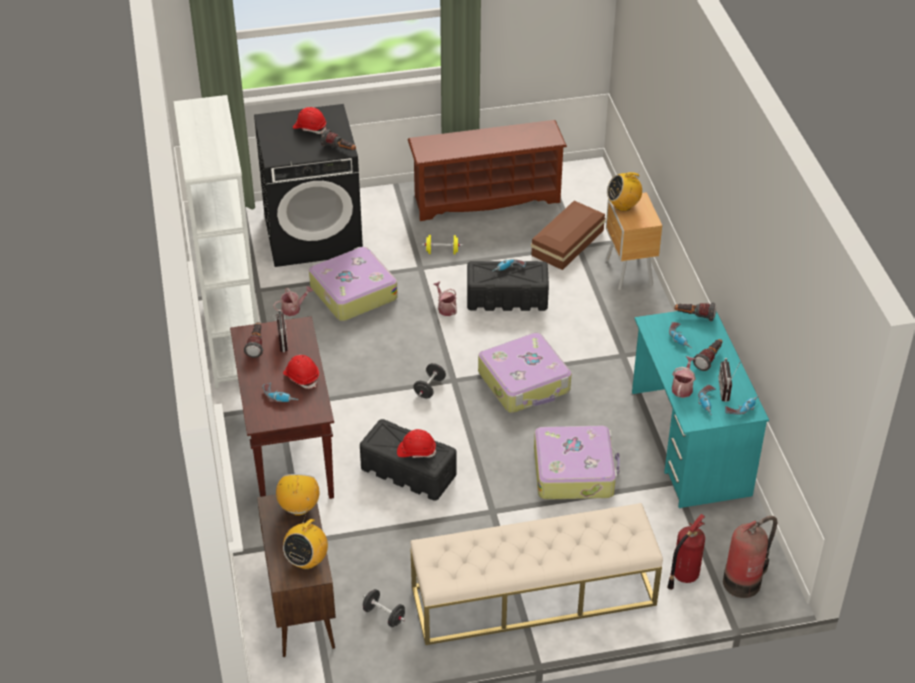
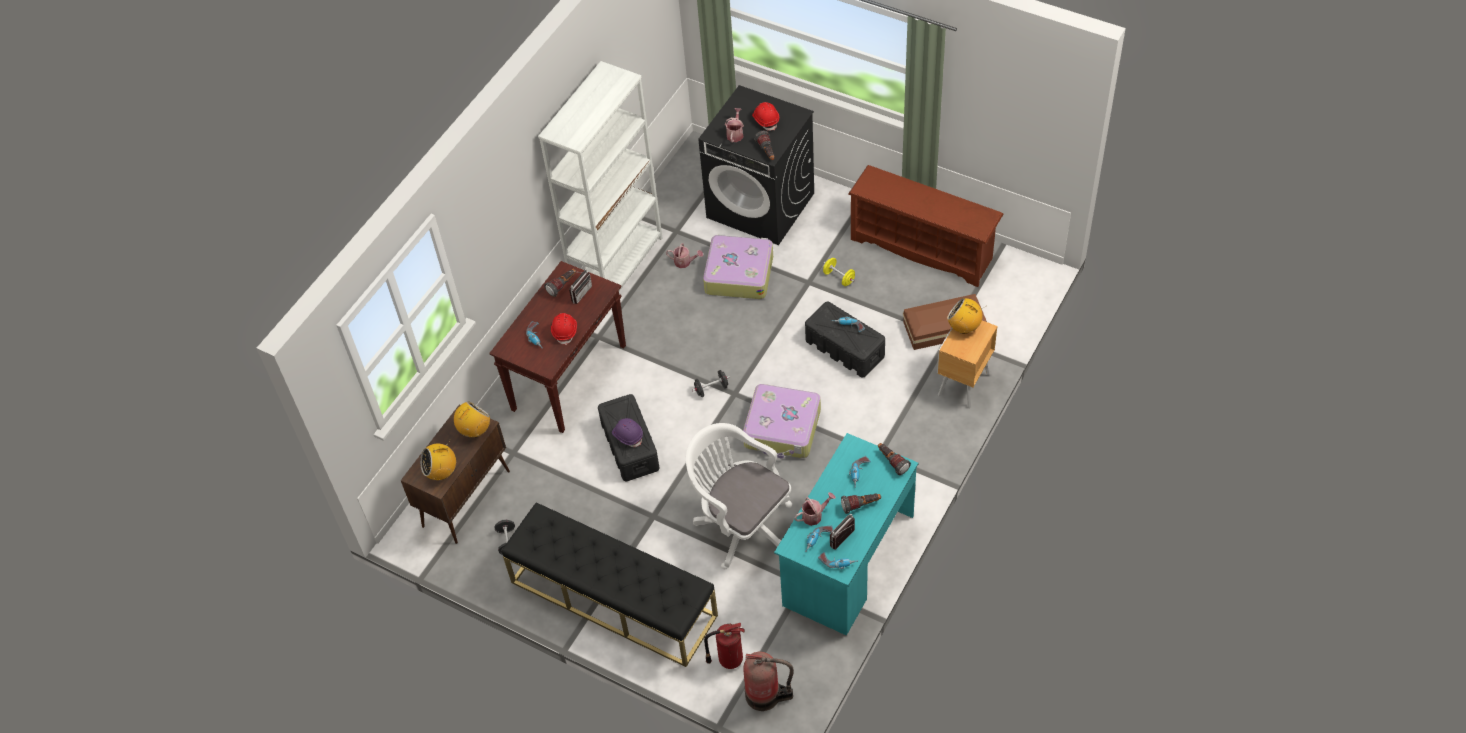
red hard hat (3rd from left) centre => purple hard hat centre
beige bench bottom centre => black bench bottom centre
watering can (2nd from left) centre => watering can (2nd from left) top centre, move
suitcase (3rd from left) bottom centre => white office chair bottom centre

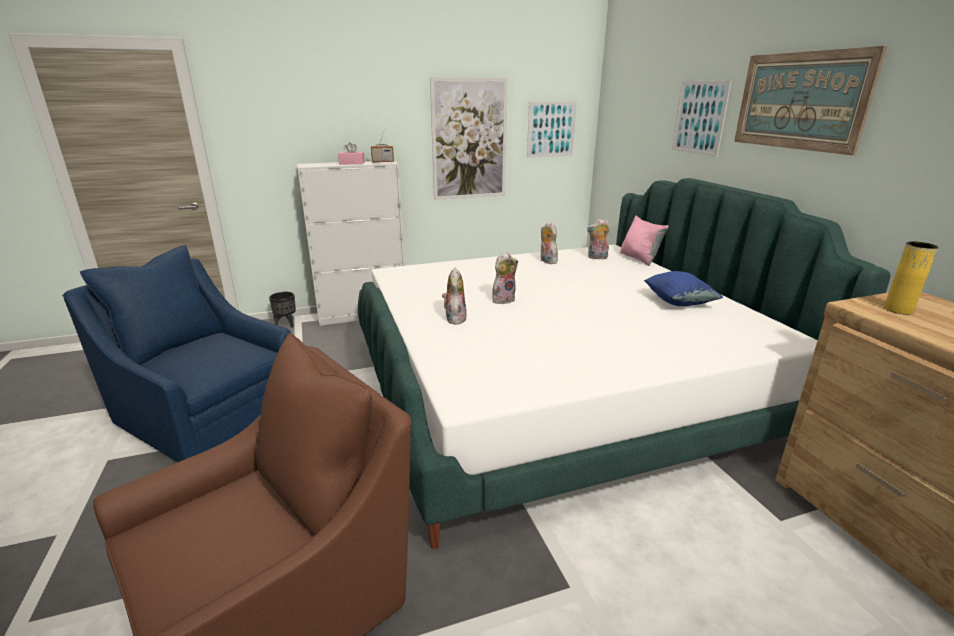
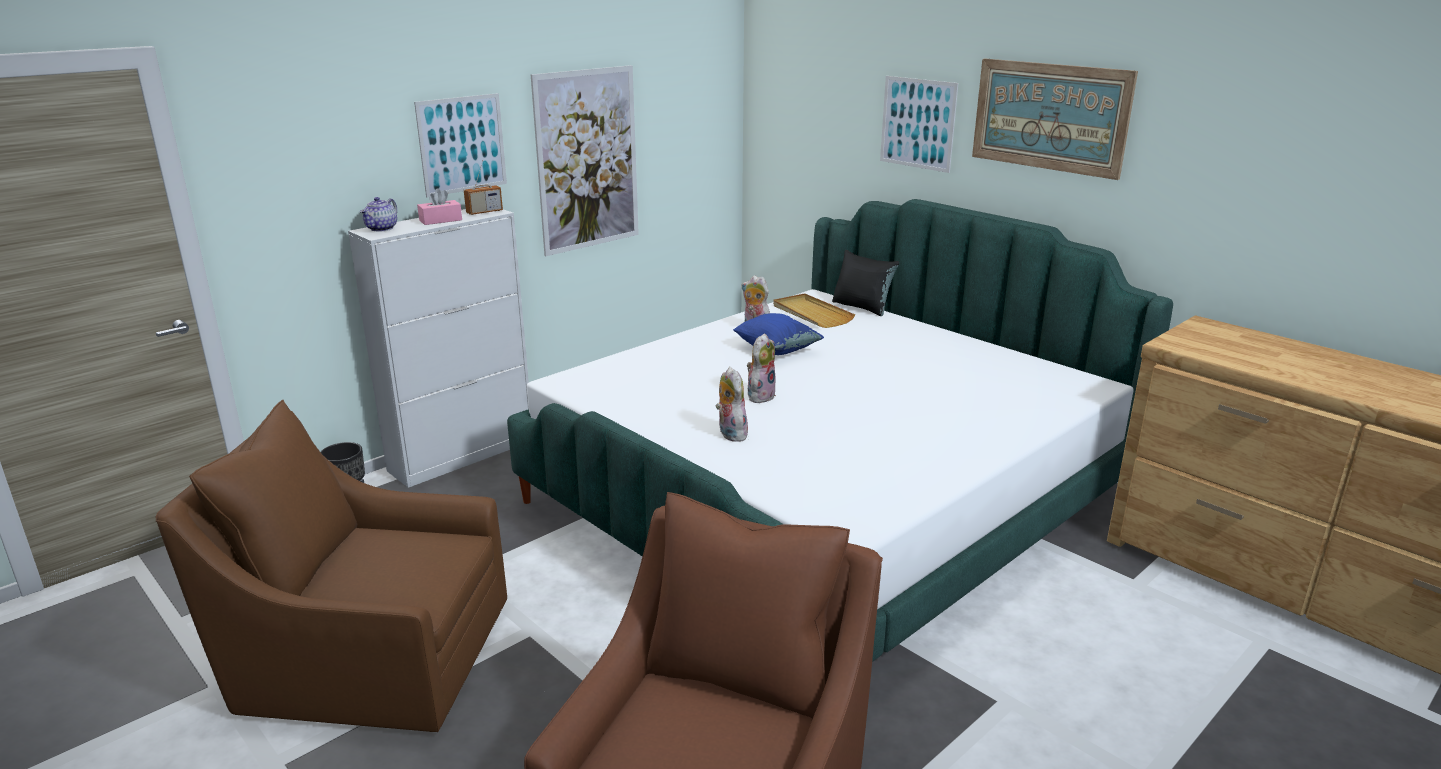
blue armchair middle left => brown armchair (1st from left) bottom left
picture (2nd from left in the first image) top centre => picture (1st from left) top left, move
plush toy (4th from left) centre => beige tray centre
pink pillow middle right => black pillow centre
blue pillow middle right => blue pillow centre, move
yellow vase middle right => nothing
nothing => teapot top left

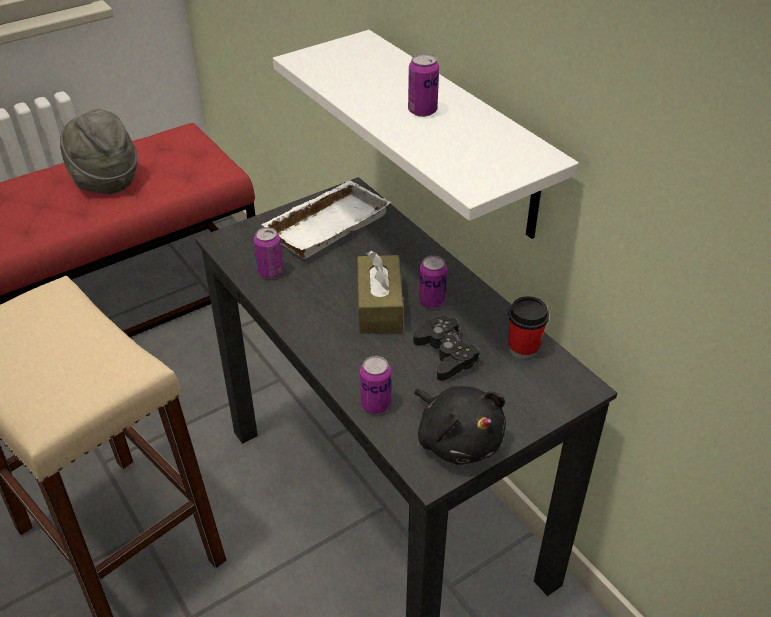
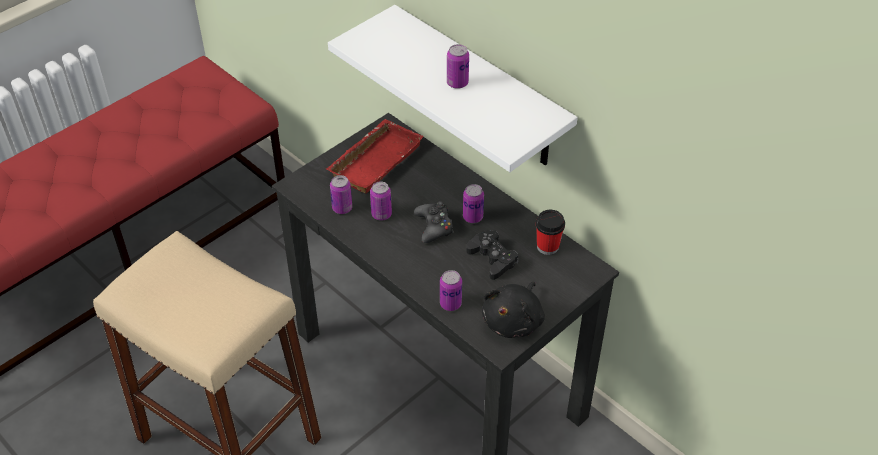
grey hat top left => nothing
white tray centre => red tray centre
brown tissue box centre => black game controller (1st from left) centre
black plush toy bottom centre, 75 degrees clockwise
nothing => can (2nd from left) centre

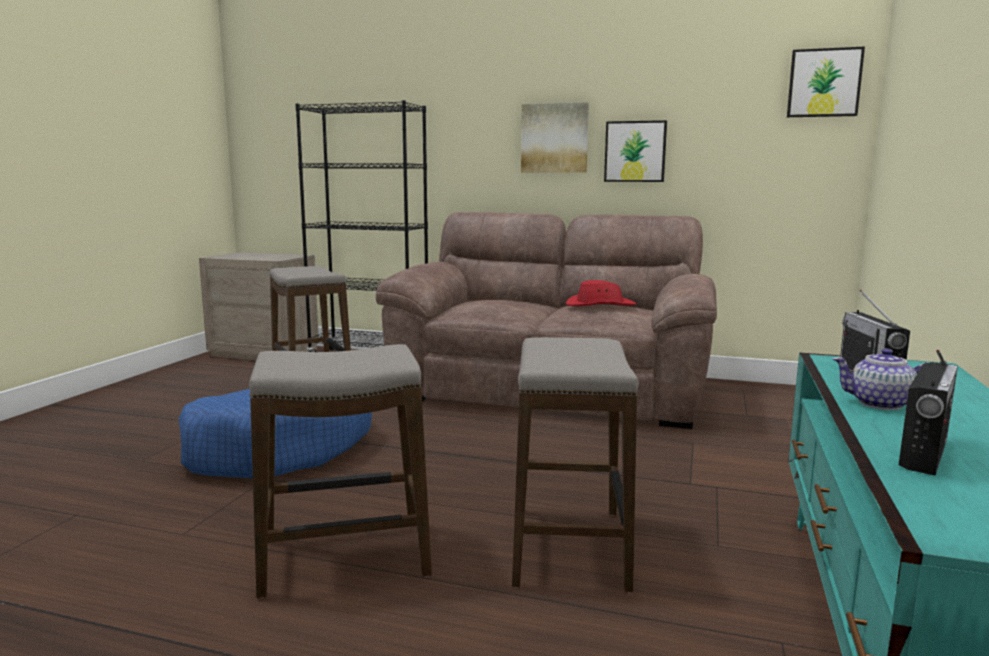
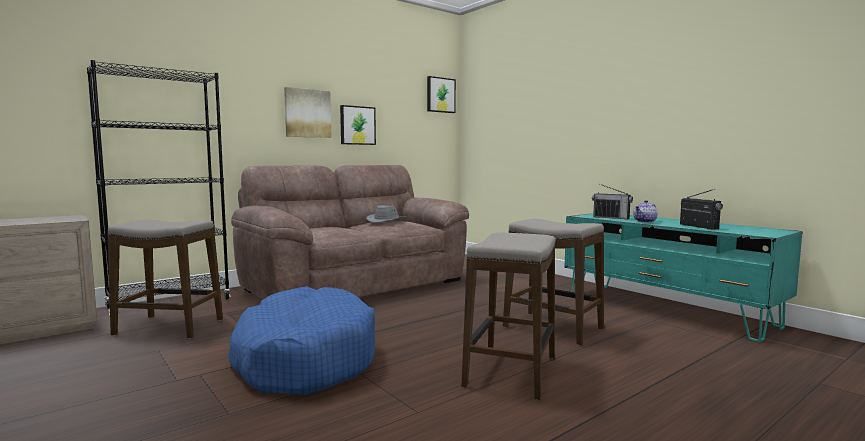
red hat centre => grey hat centre

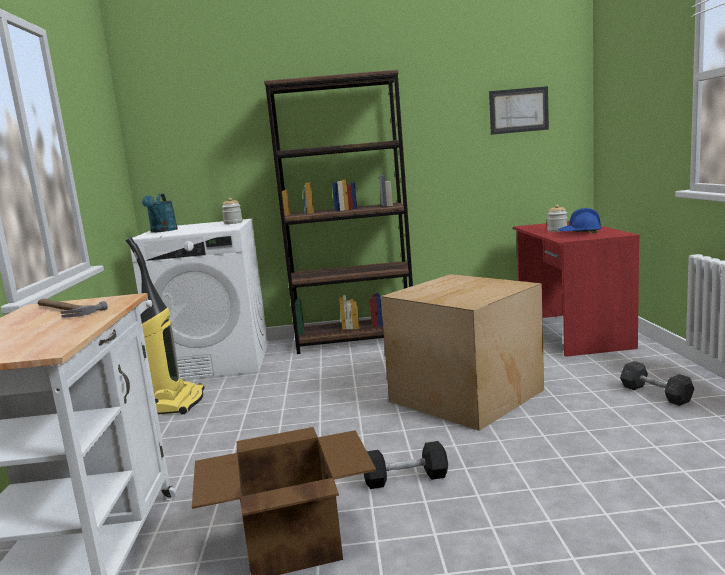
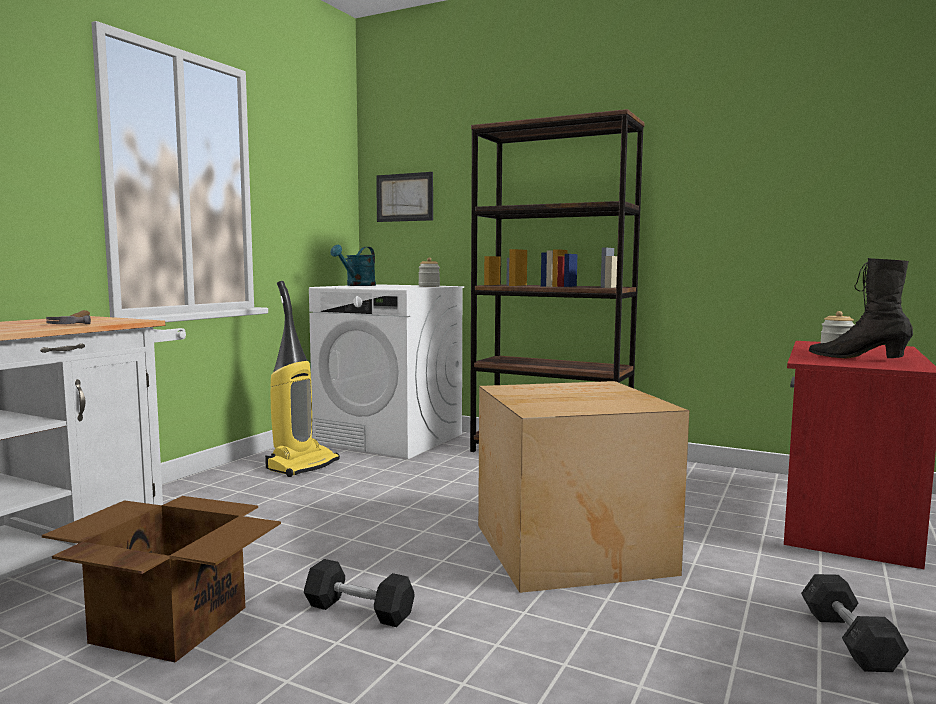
picture top right => picture top centre, move
blue hard hat middle right => black boot middle right

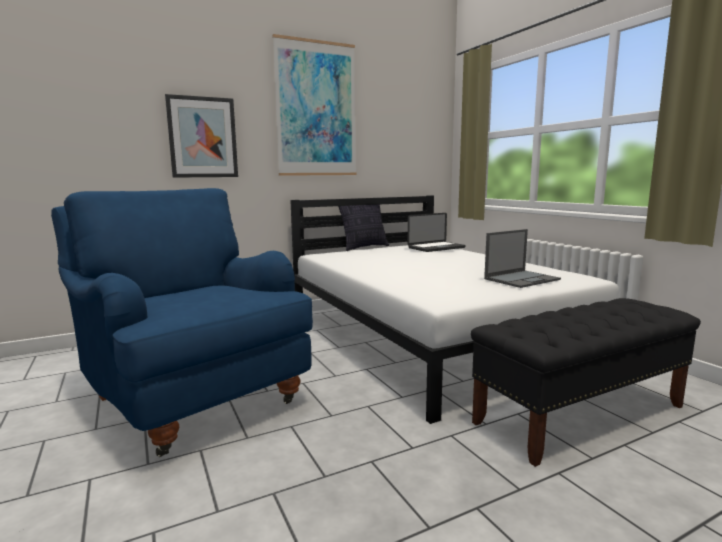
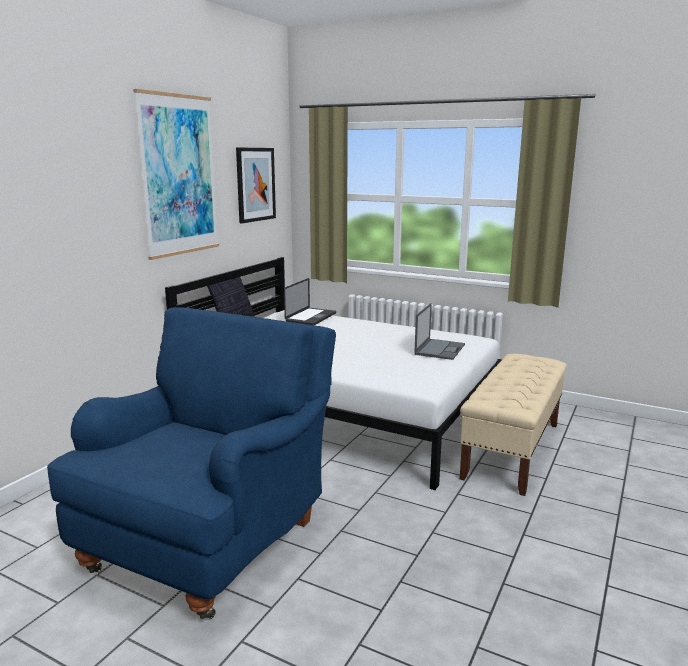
blue armchair middle left => blue armchair bottom left, 105 degrees clockwise
picture (1st from left in the first image) top left => picture (2nd from left) top centre, move
black bench bottom right => beige bench middle right

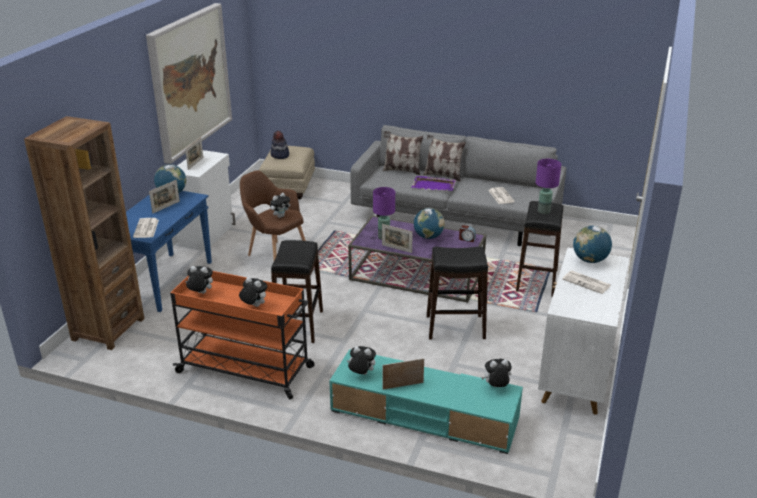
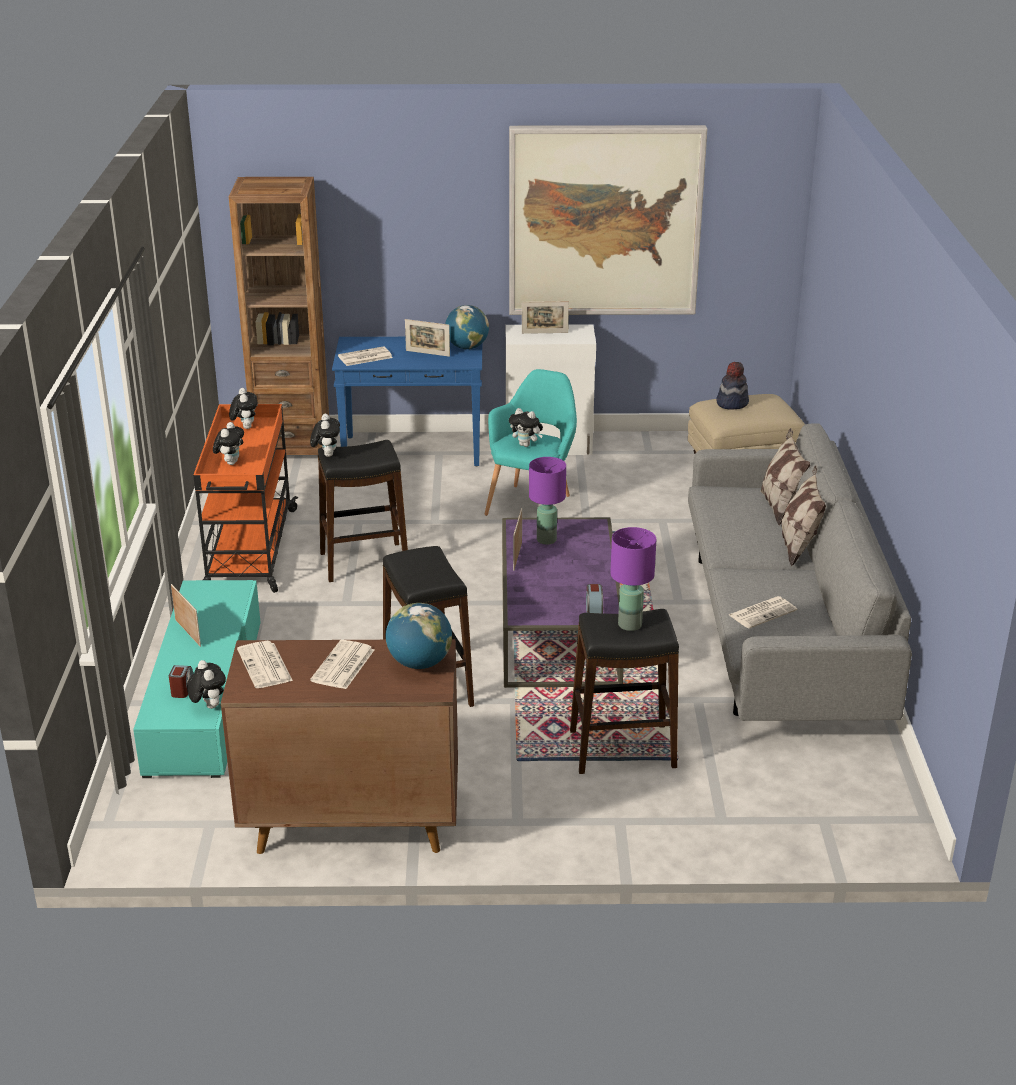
brown armchair centre => turquoise armchair centre
plush toy (4th from left) bottom centre => plush toy (4th from left) middle left, move
purple tray centre => nothing
globe (2nd from left) centre => nothing
white cabinet (2nd from left) middle right => brown cabinet bottom centre
nothing => alarm clock (1st from left) middle left
nothing => newspaper (1st from left) middle left

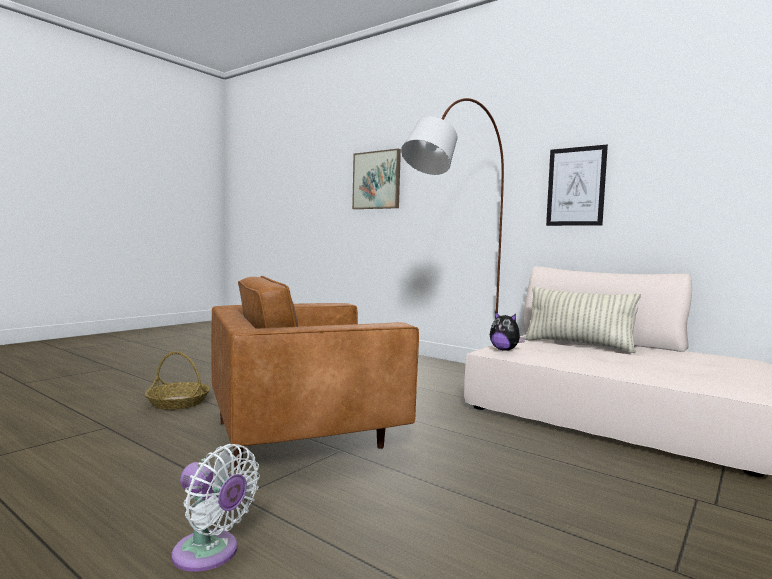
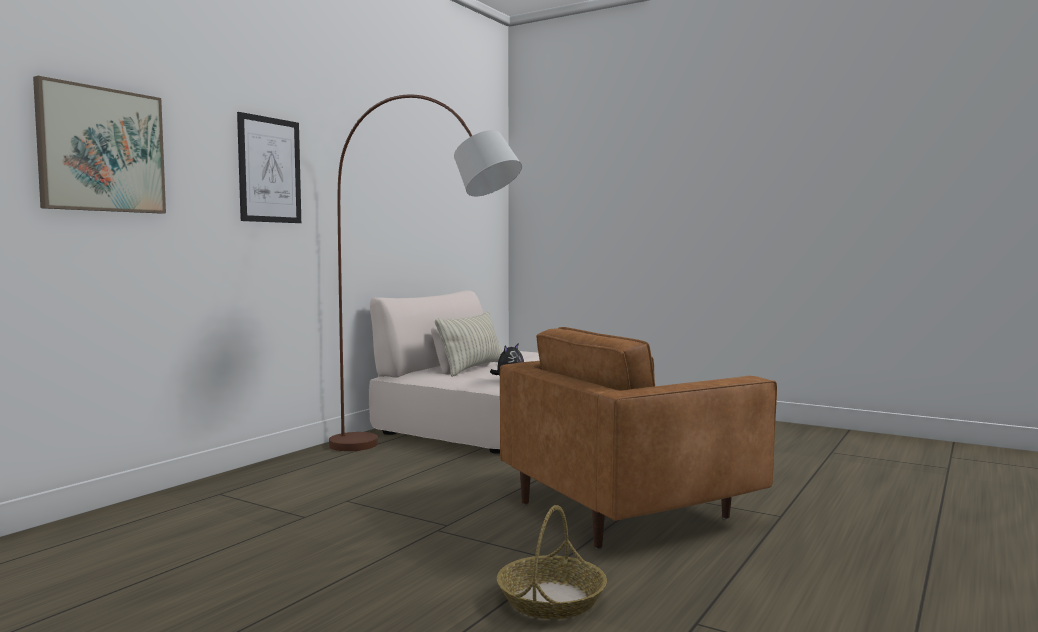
white fan bottom left => nothing
brown armchair centre => brown armchair bottom centre, 90 degrees clockwise
picture (2nd from left) top right => picture (2nd from left) top left, move

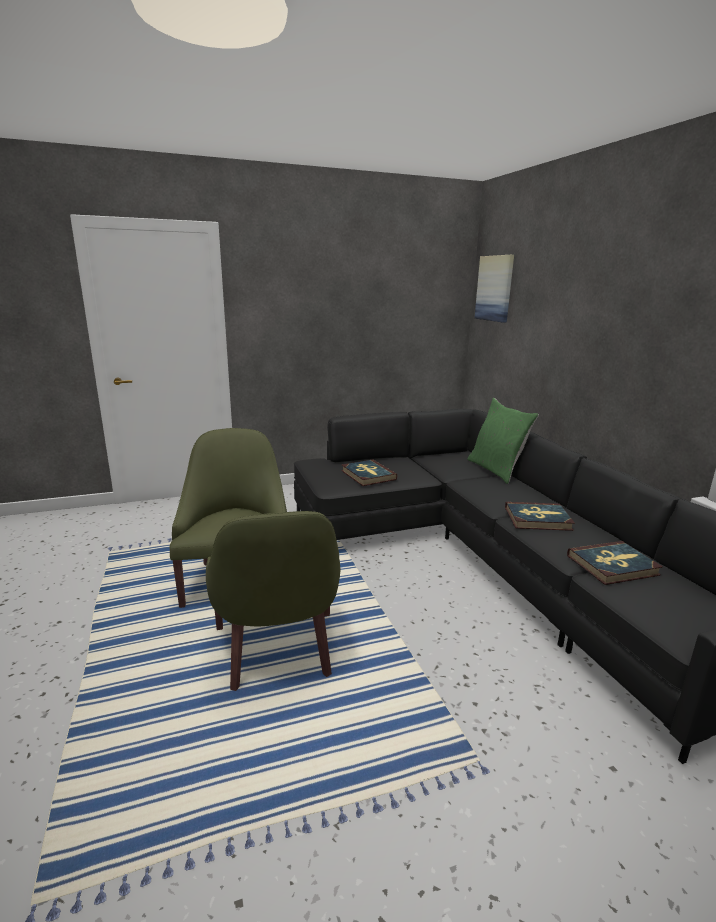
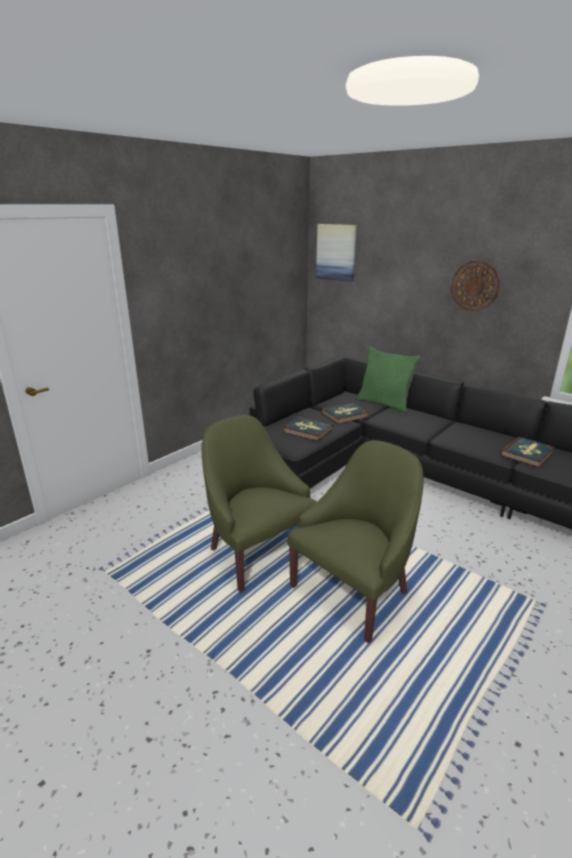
green armchair (2nd from left) centre, 90 degrees counterclockwise
book (2nd from left) middle right => book (2nd from left) centre, move
nothing => wall clock middle right

